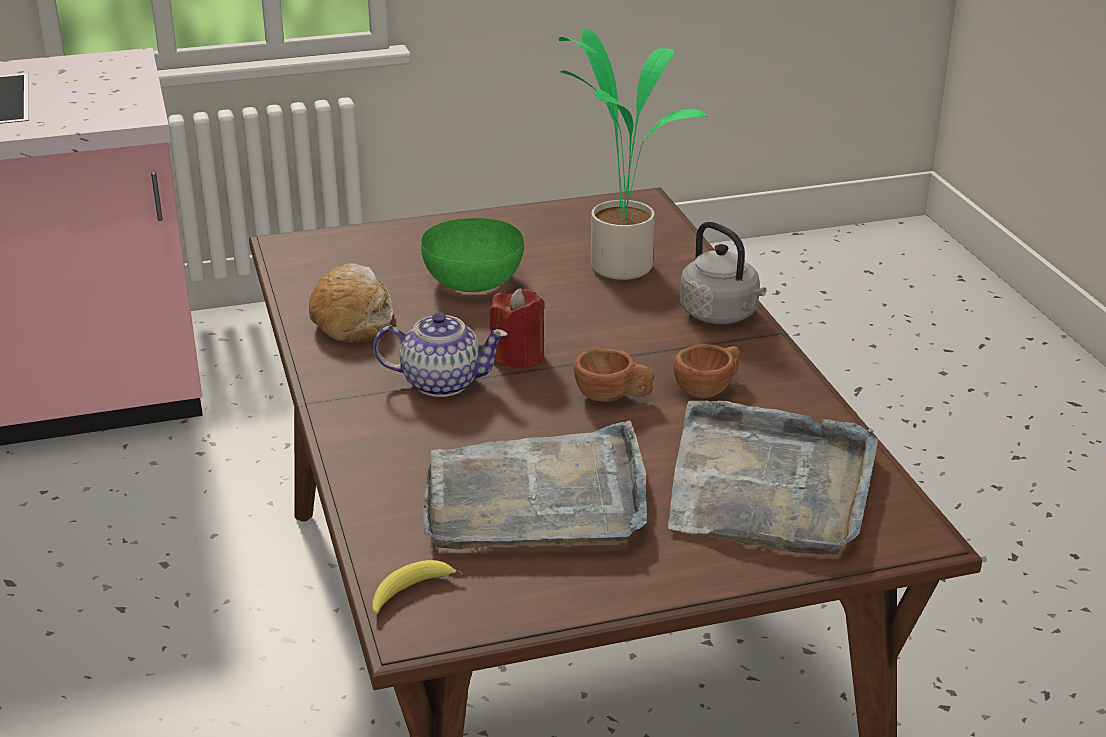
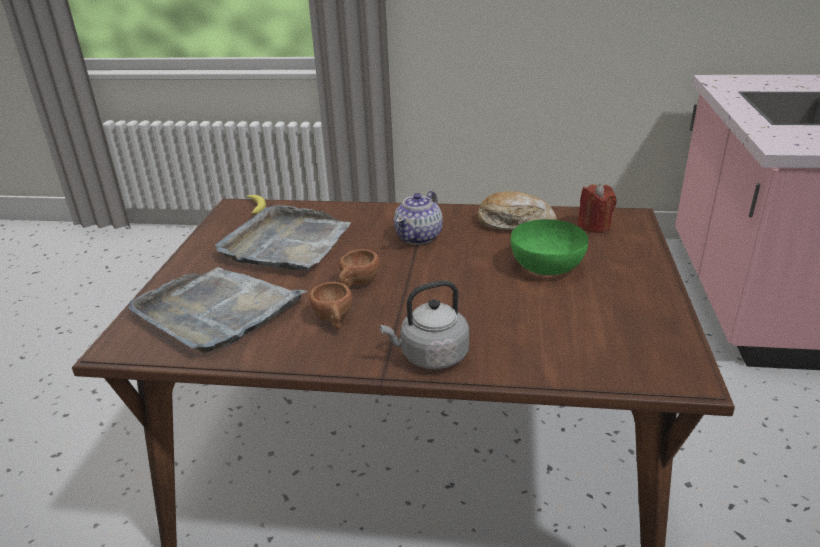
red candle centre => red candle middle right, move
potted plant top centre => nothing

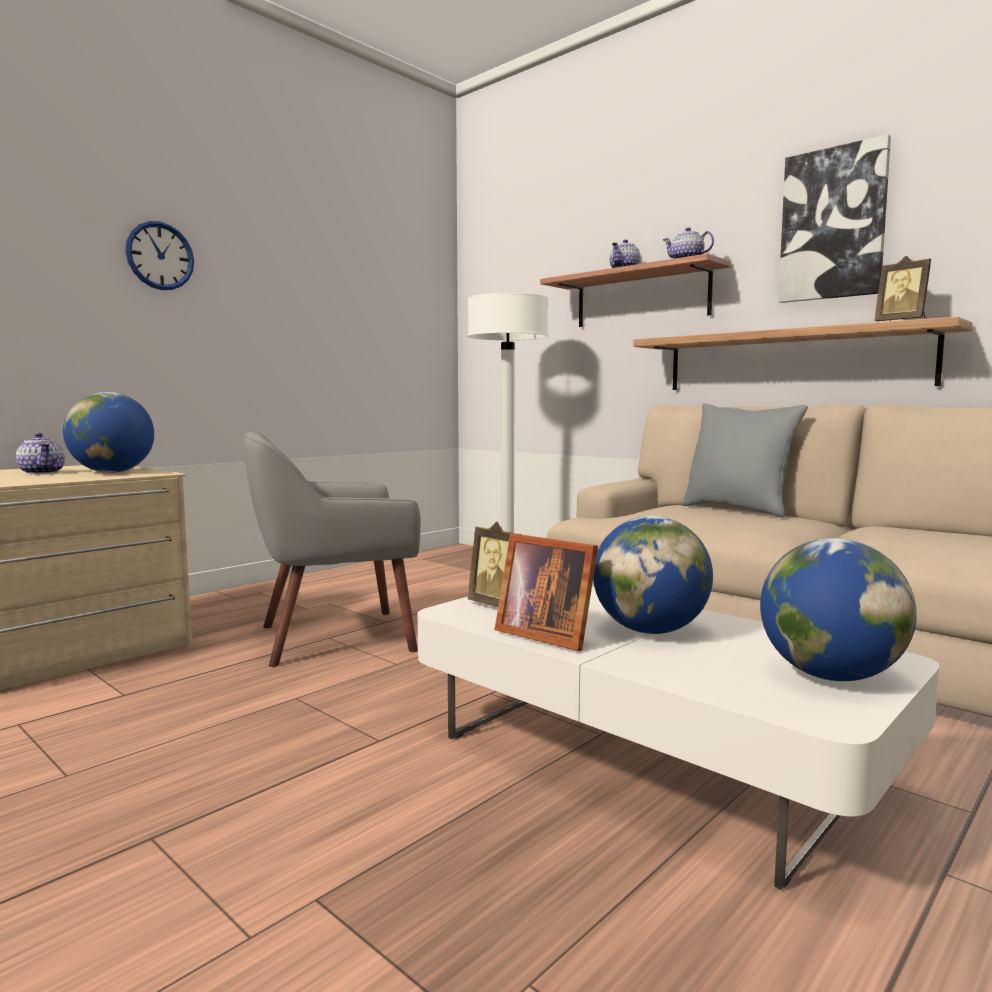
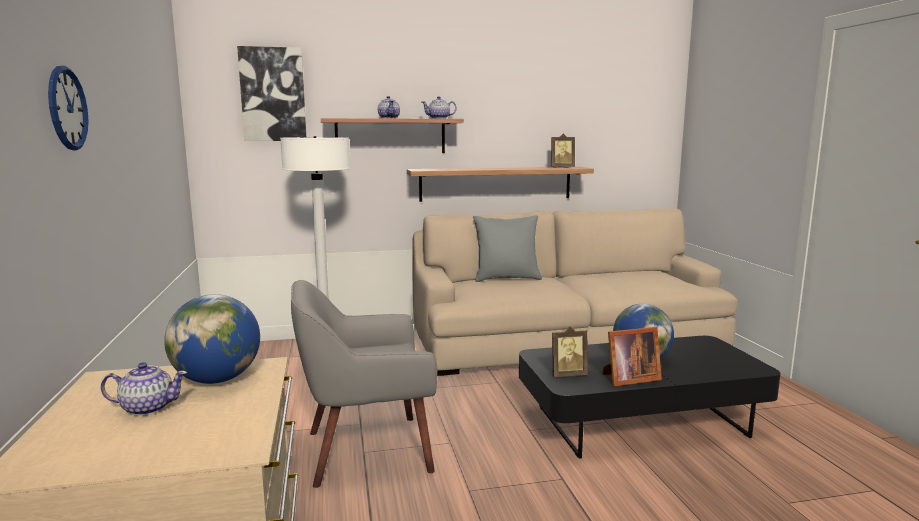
grey armchair centre => grey armchair bottom centre, 60 degrees clockwise
white coffee table bottom right => black coffee table bottom right
globe (3rd from left) middle right => nothing
picture top right => picture top left, move

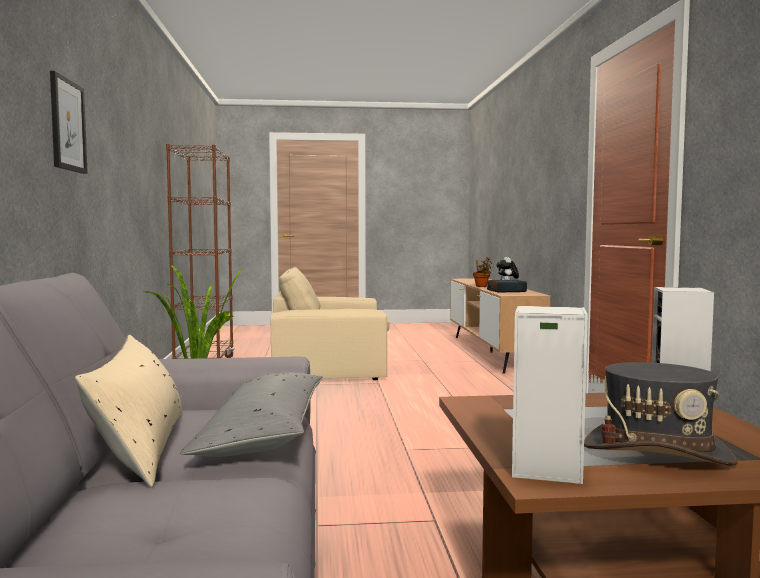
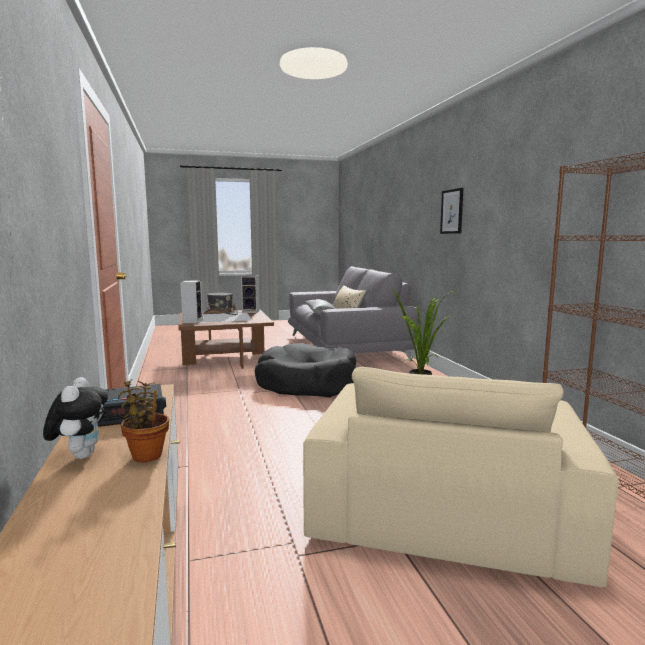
beige armchair centre => beige armchair bottom right, 120 degrees clockwise
nothing => black dog bed centre

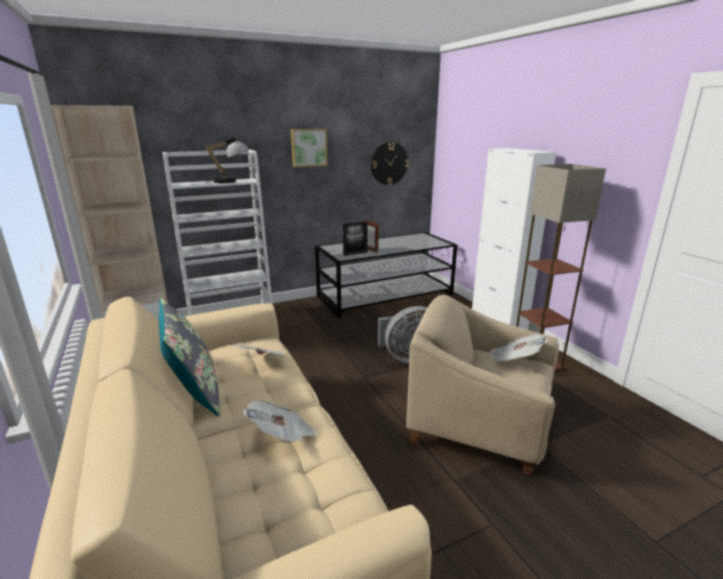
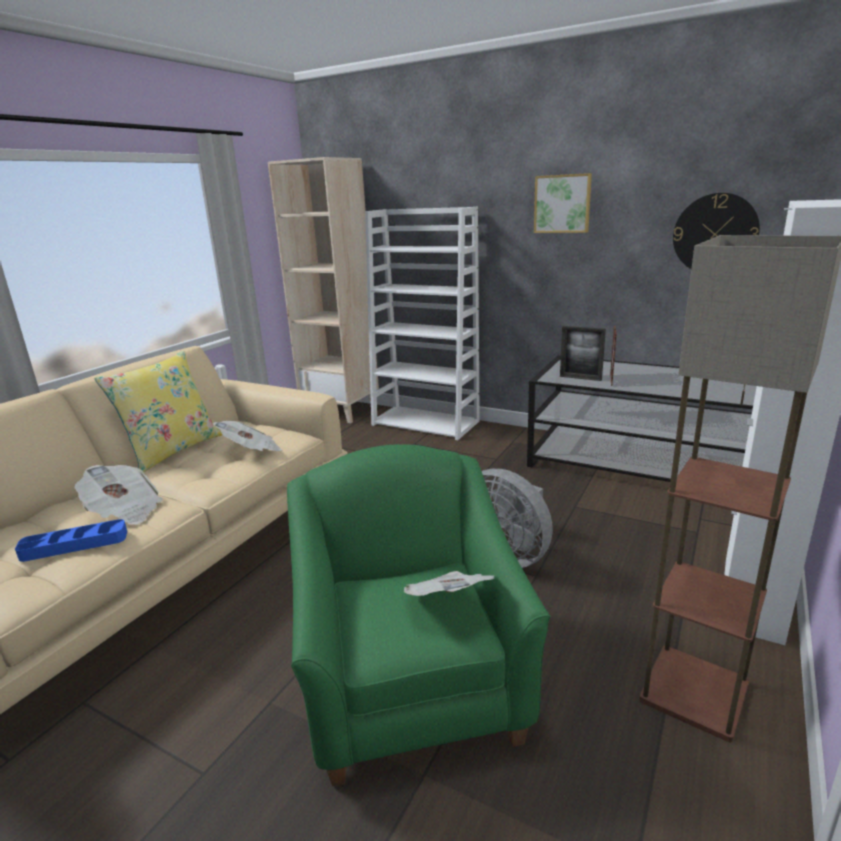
grey pillow middle left => yellow pillow middle left
table lamp top left => nothing
beige armchair middle right => green armchair bottom centre
nothing => blue tray middle left

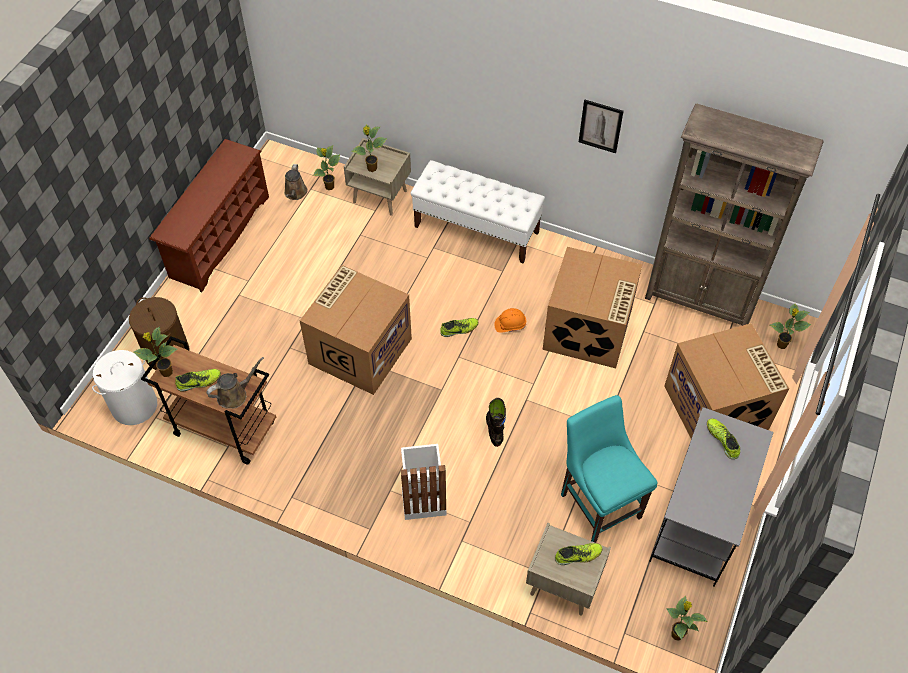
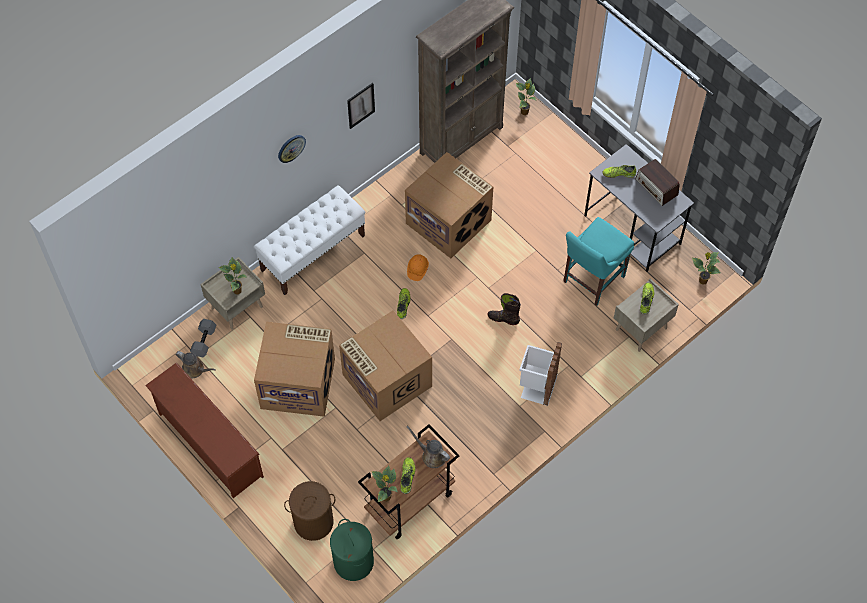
white laundry basket middle left => green laundry basket bottom centre
brown watering can (1st from left in the first image) middle left => brown watering can (2nd from left) bottom centre, 45 degrees counterclockwise
potted plant (2nd from left) top centre => grey dumbbell middle left
turquoise chair bottom right => turquoise chair middle right, 45 degrees counterclockwise
cardboard box (3rd from left in the first image) middle right => cardboard box (1st from left) centre, move
nothing => wall clock top centre
nothing => radio top right

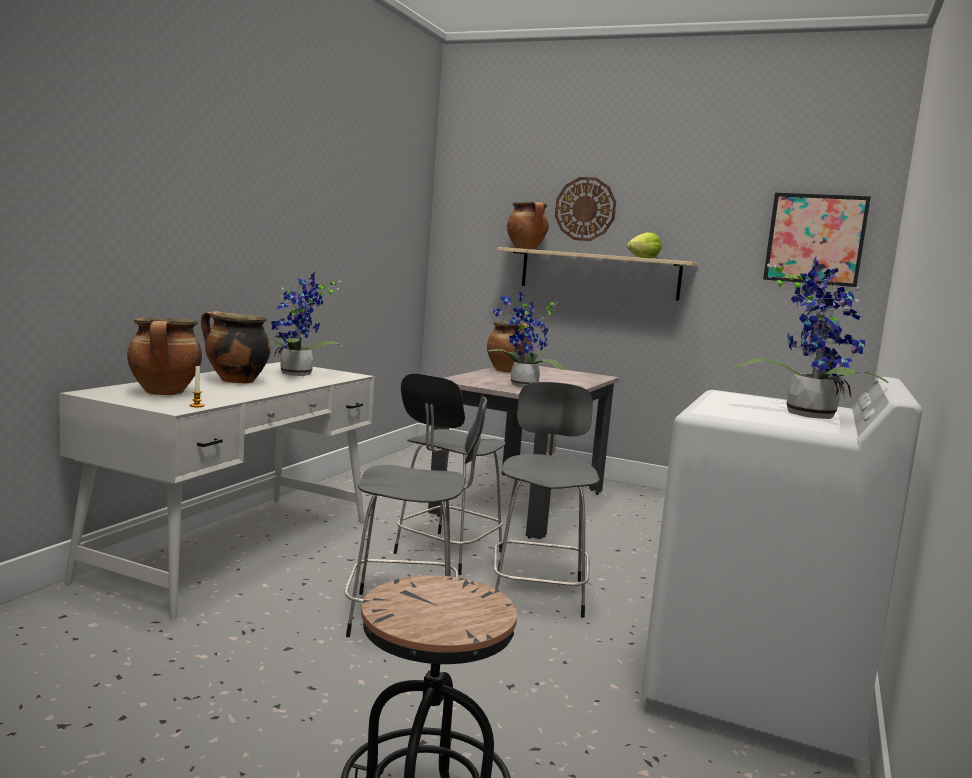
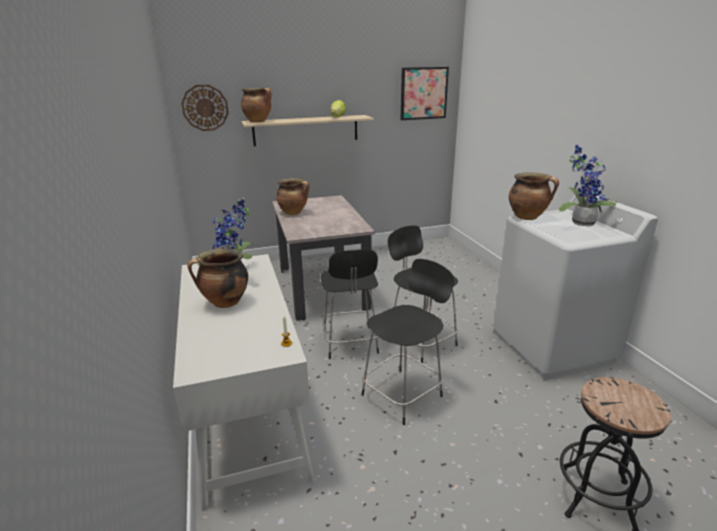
cooking pot (1st from left in the first image) middle left => cooking pot (4th from left) middle right, move
potted plant (2nd from left) centre => nothing
wall clock top centre => wall clock top left, move

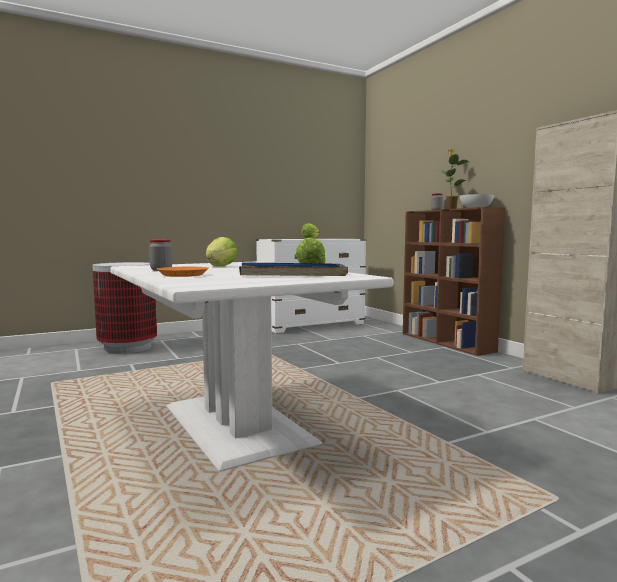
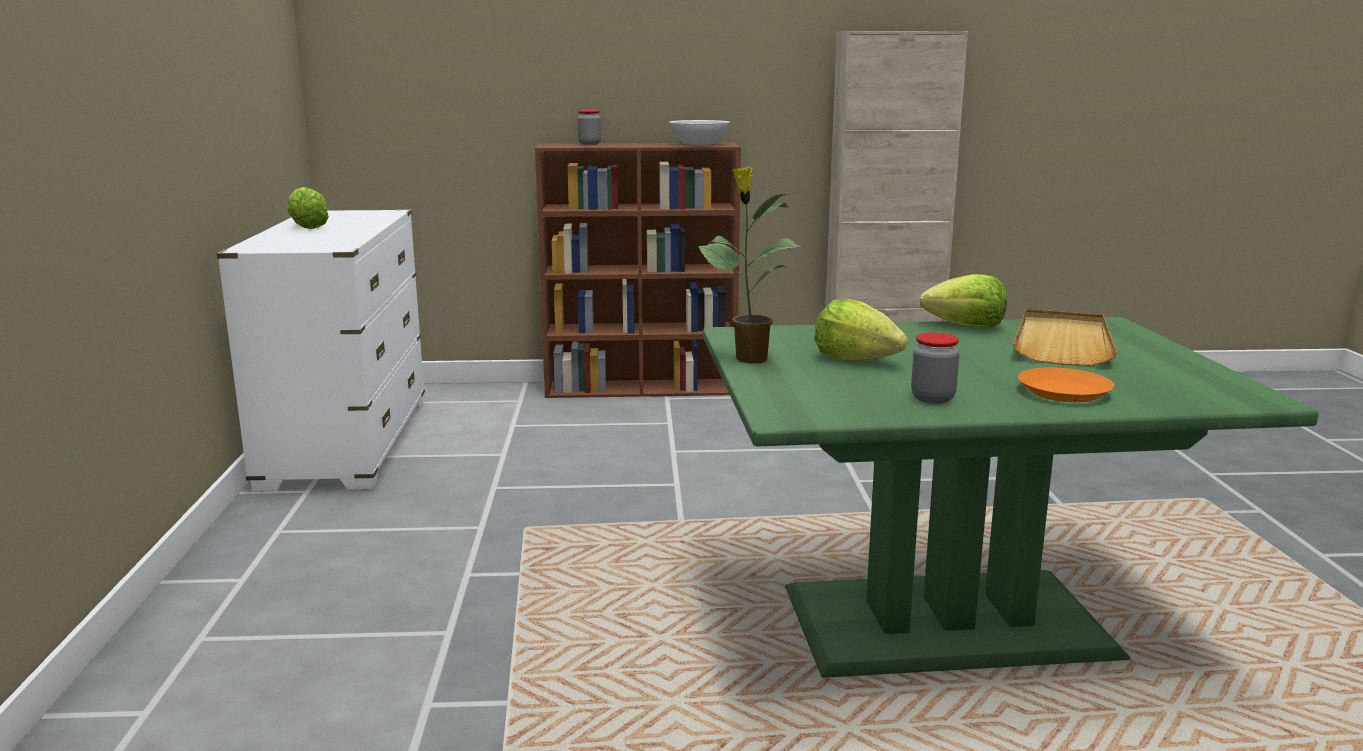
trash can middle left => nothing
white dining table centre => green dining table middle right
blue tray centre => beige tray middle right
potted plant top right => potted plant centre, move

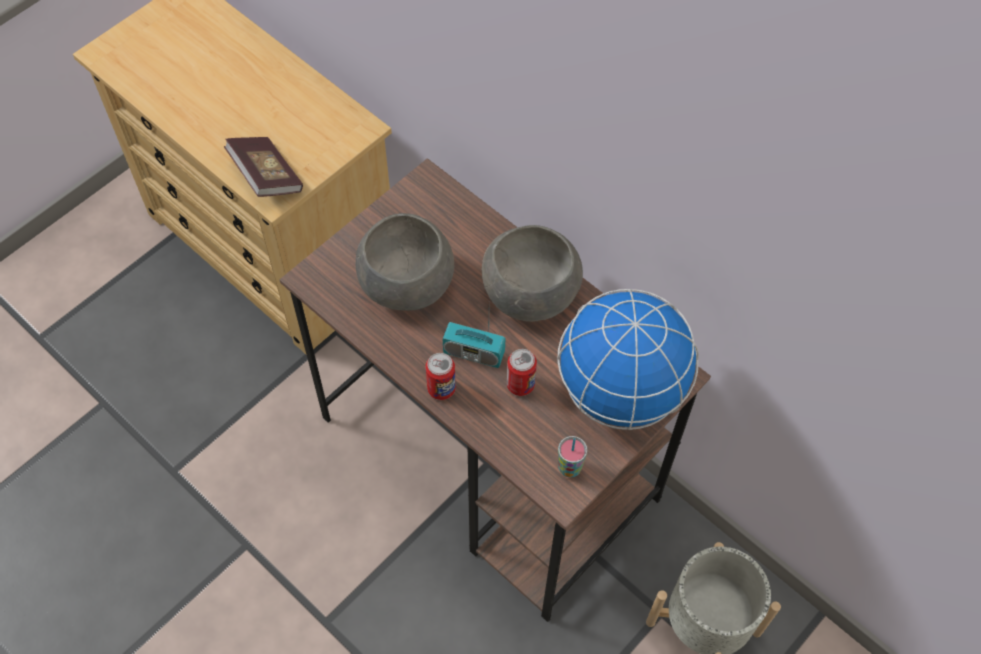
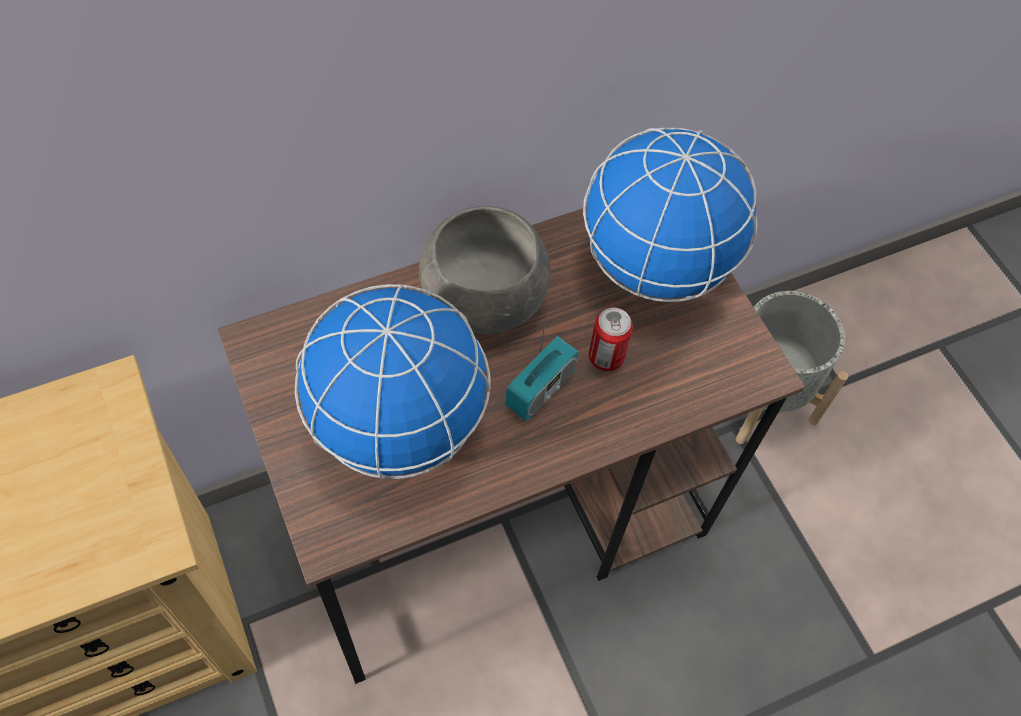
book top left => nothing
grey bowl (1st from left) centre => globe (1st from left) centre
can (1st from left) centre => nothing
cup bottom centre => nothing

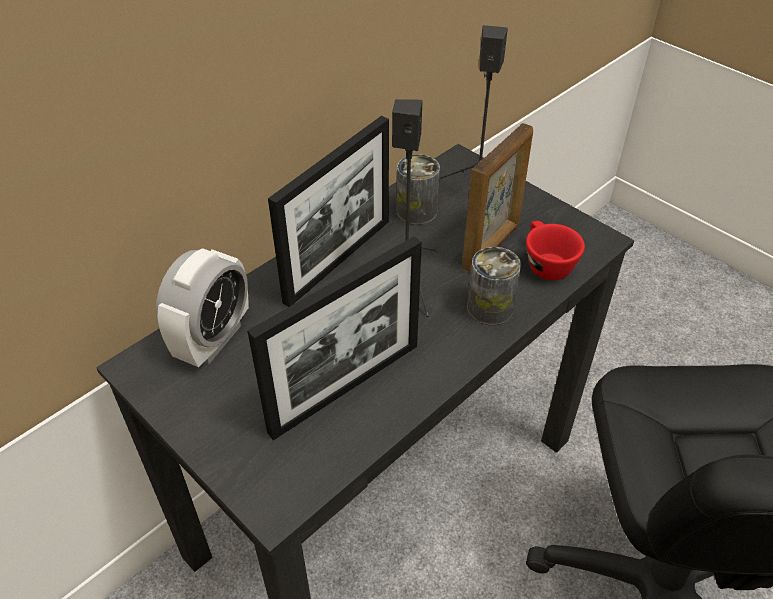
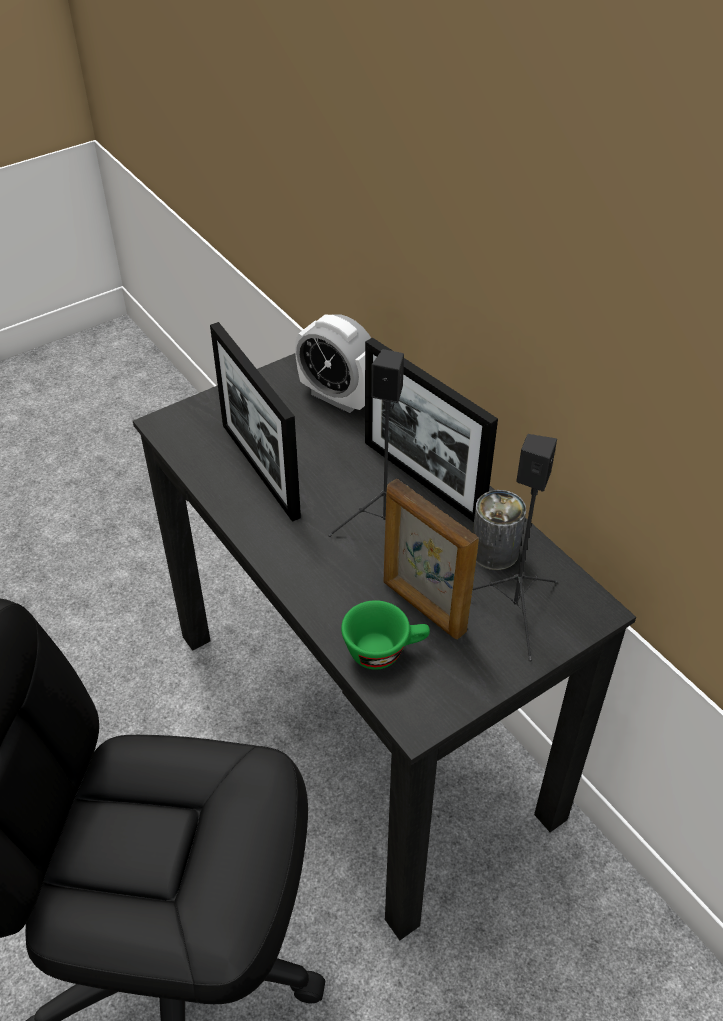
can (2nd from left) centre => nothing
red cup middle right => green cup centre

